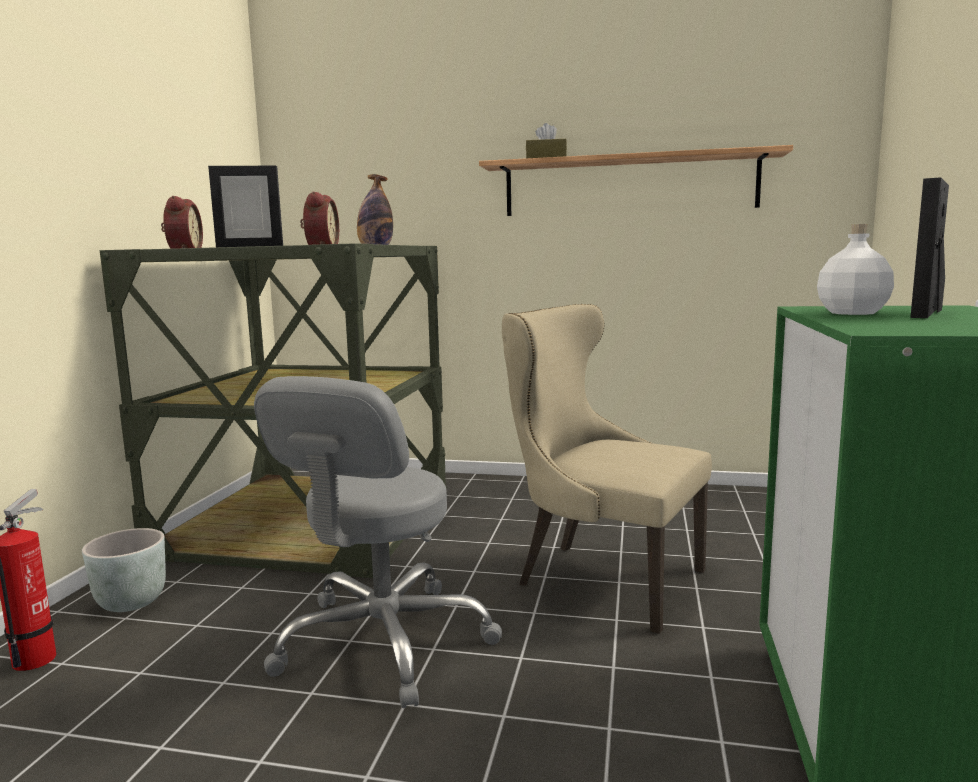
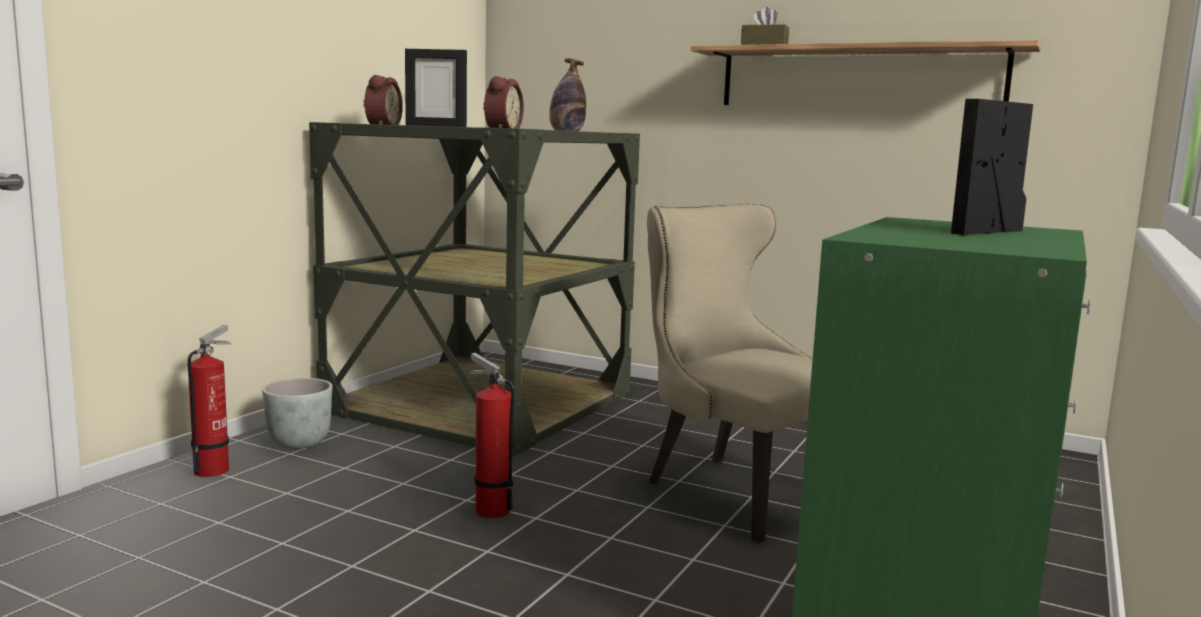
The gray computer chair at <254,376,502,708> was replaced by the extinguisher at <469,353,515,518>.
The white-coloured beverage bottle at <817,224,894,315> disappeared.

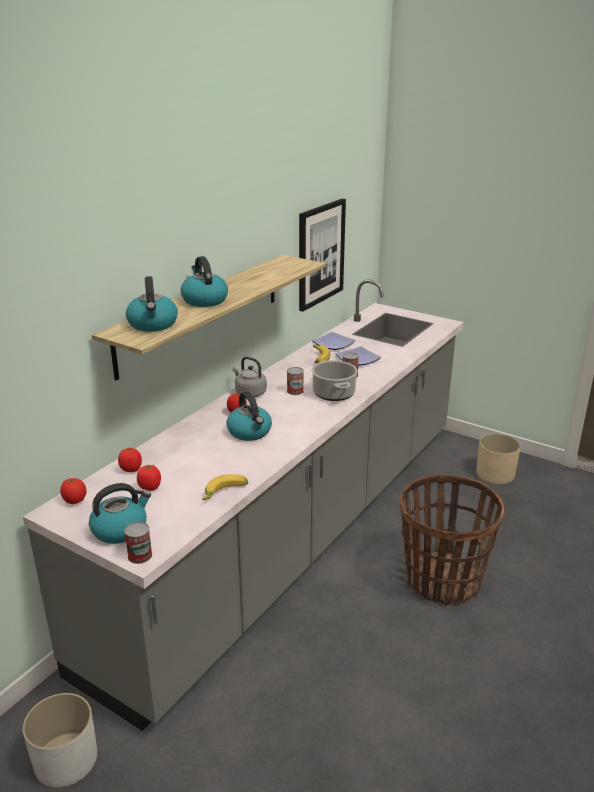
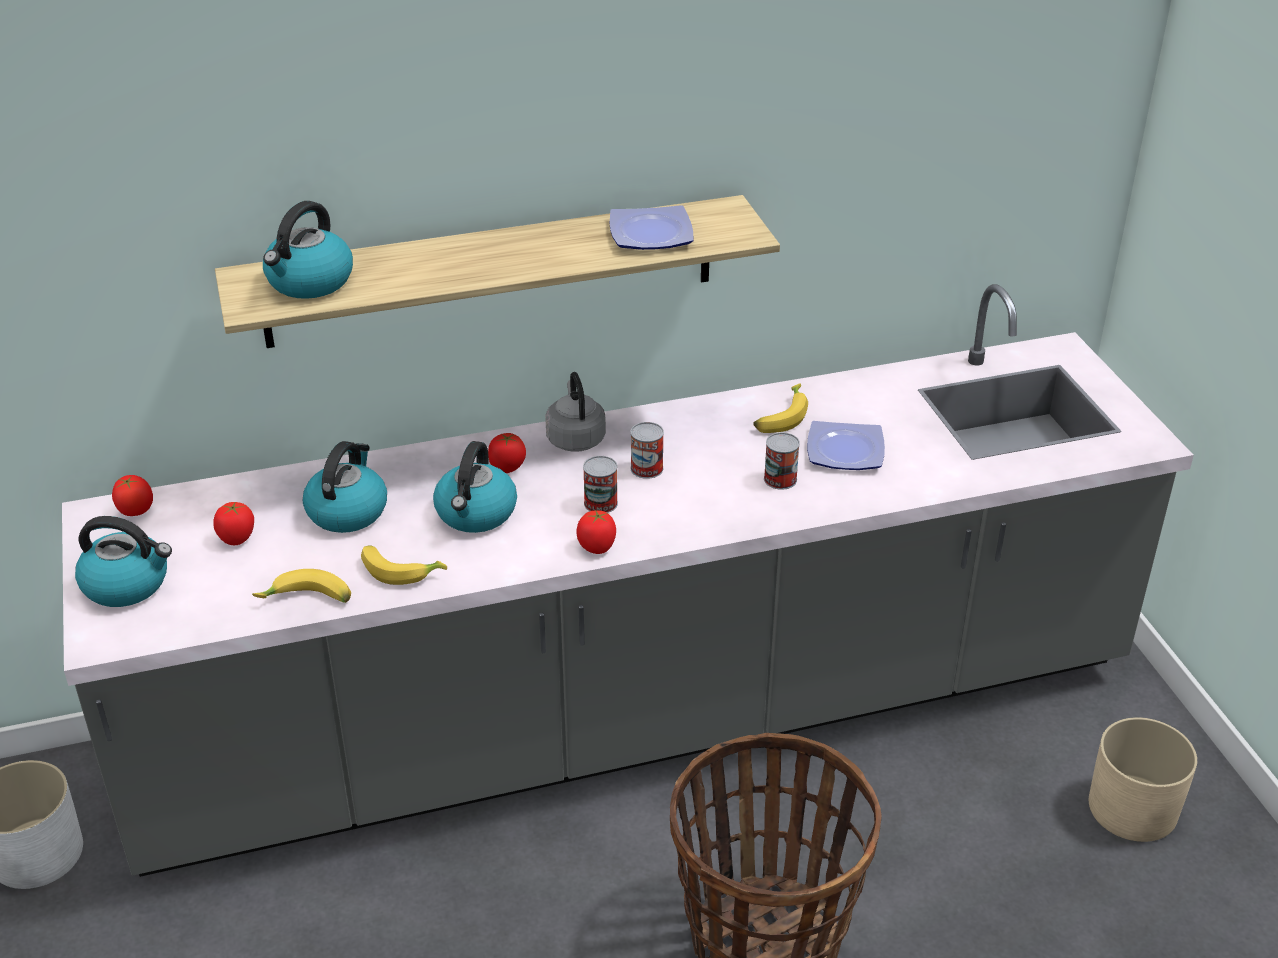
The fresh tomato moved from <118,447,142,472> to <576,510,616,554>.
The can moved from <124,522,152,564> to <583,456,618,513>.
The tea kettle moved from <181,256,228,307> to <303,441,387,533>.
The wall art at <299,199,346,312> disappeared.
The plate moved from <312,332,356,350> to <610,205,693,250>.
The cooking pot at <312,360,358,401> disappeared.
The whole banana at <361,545,447,585> appeared.

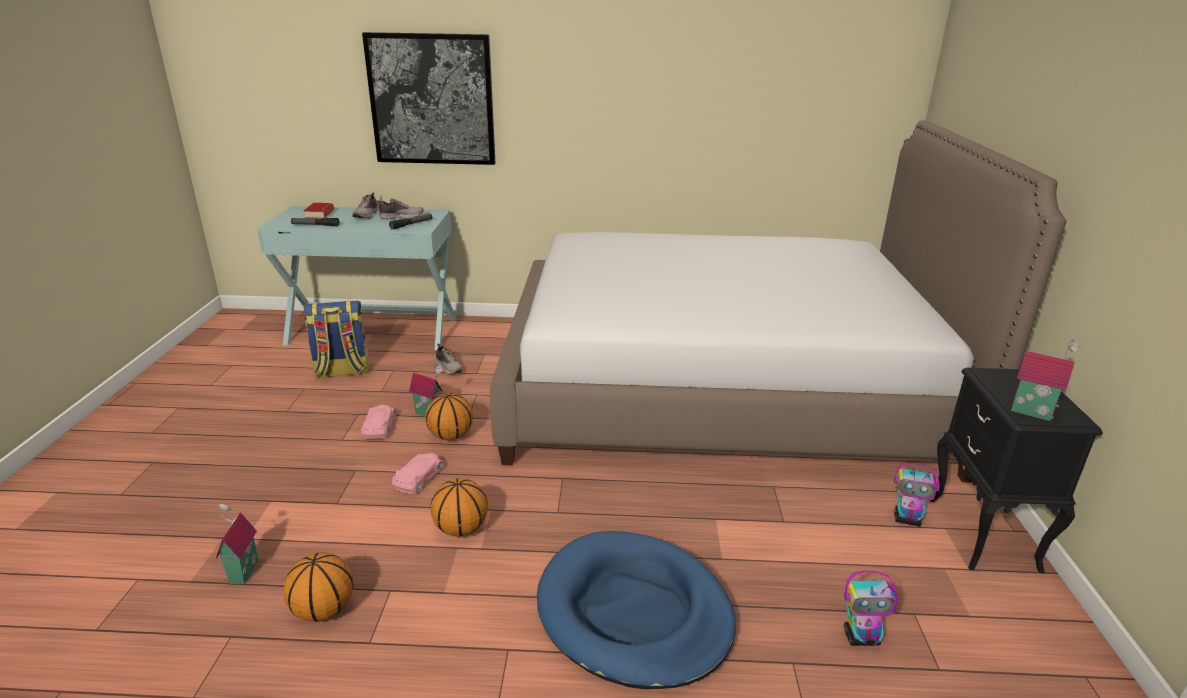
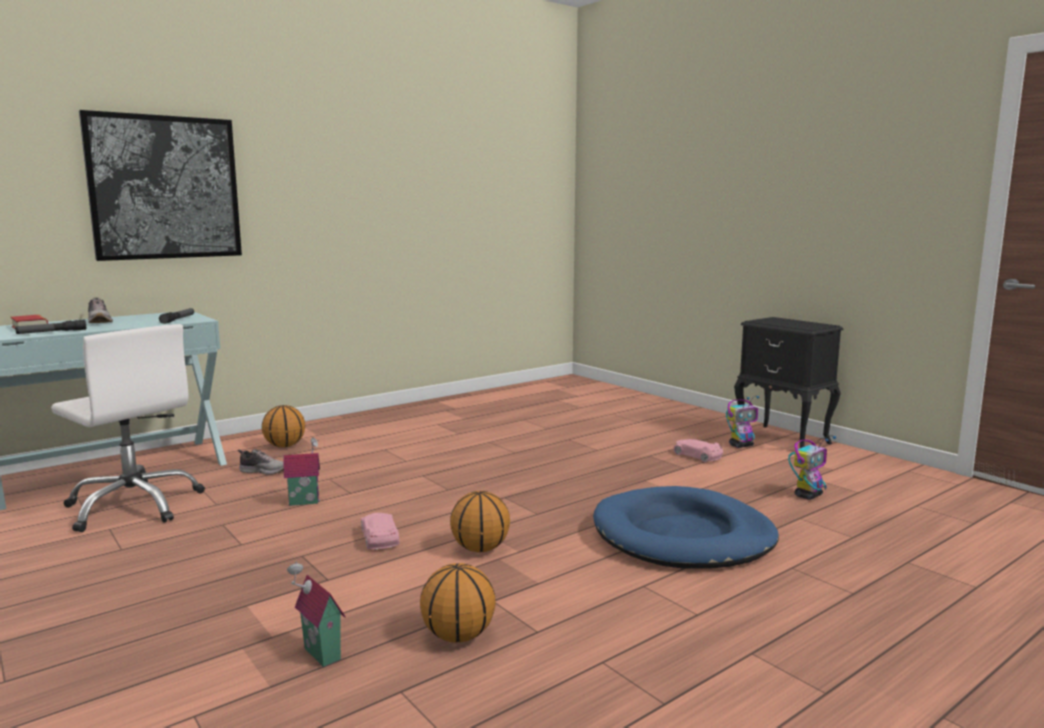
The knapsack at <304,300,369,378> was replaced by the white-coloured computer chair at <51,324,205,532>.
The pink-coloured miniature car moved from <361,405,395,439> to <673,439,723,463>.
The low shoe at <376,199,424,219> disappeared.
The ball for basketball moved from <425,393,473,440> to <262,405,305,447>.
The bed at <490,120,1067,483> disappeared.
The toy house at <1011,339,1081,421> disappeared.

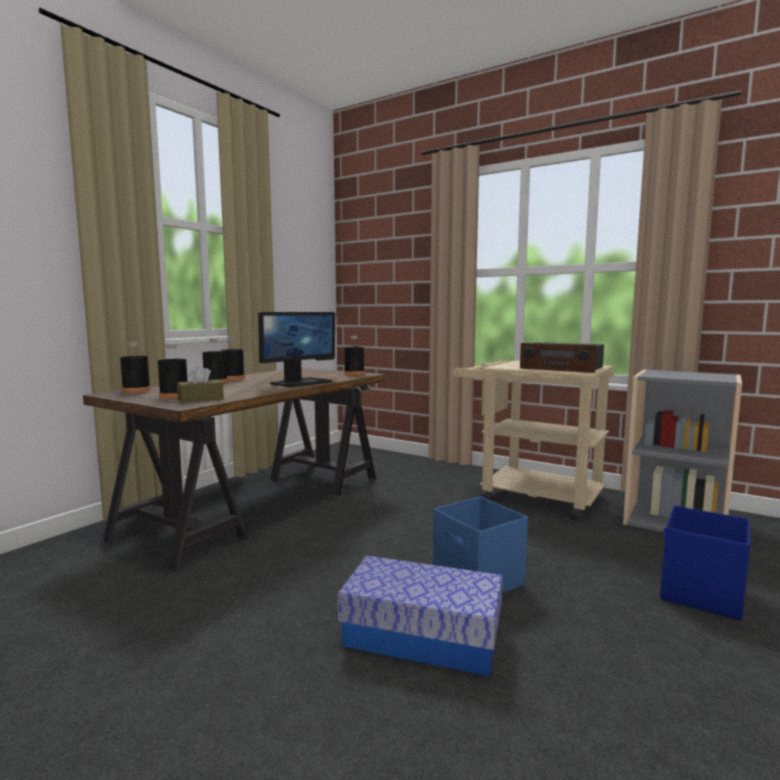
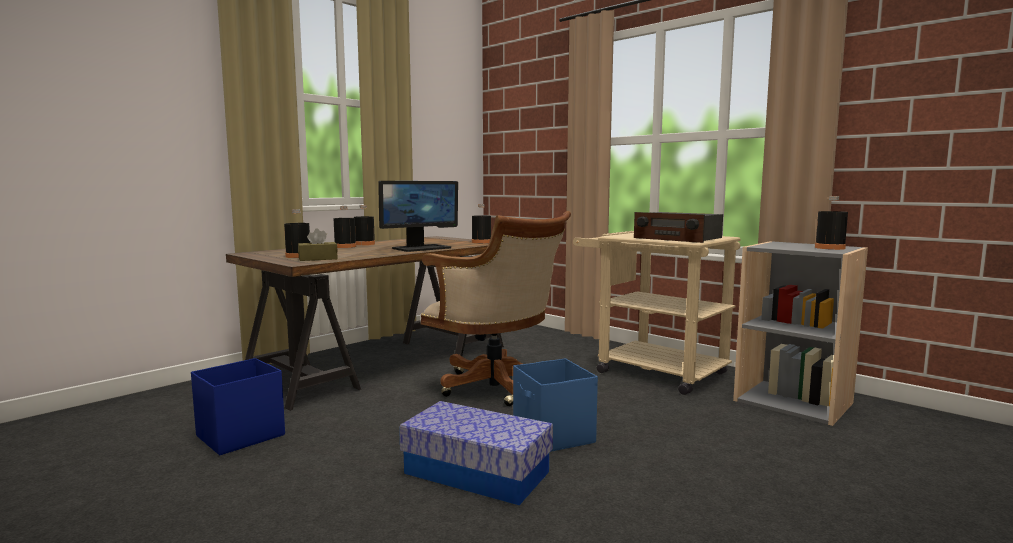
The black-coloured beverage bottle moved from <120,342,151,393> to <815,196,848,250>.
The blue-coloured storage box moved from <660,505,750,620> to <191,358,285,455>.
The computer chair at <421,211,571,406> appeared.

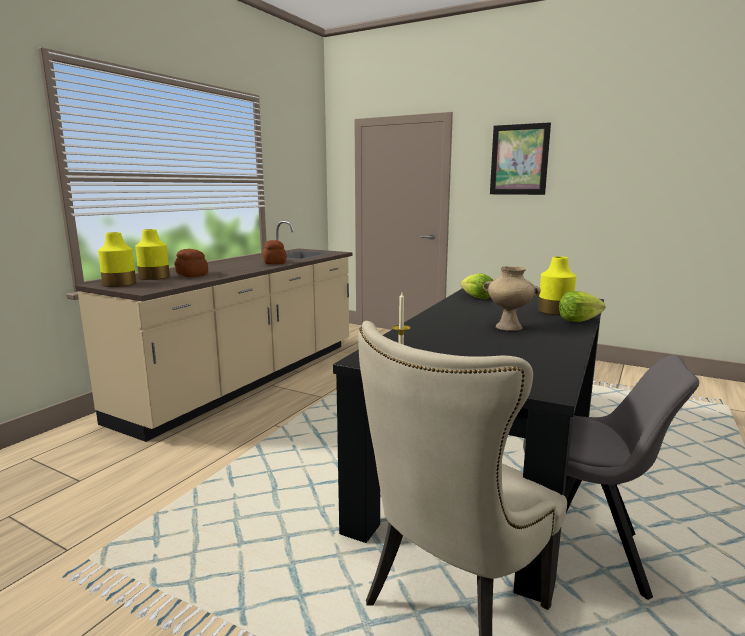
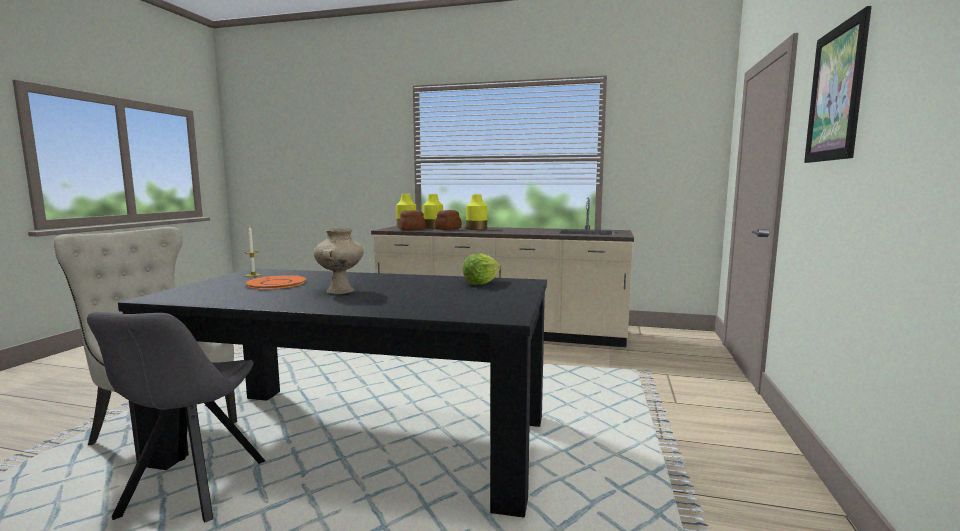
The bread moved from <263,240,286,264> to <399,210,426,230>.
The yellow-coloured vase moved from <538,256,576,315> to <466,194,487,230>.
The lettuce head at <559,291,605,322> disappeared.
The orange plate at <244,275,307,289> appeared.

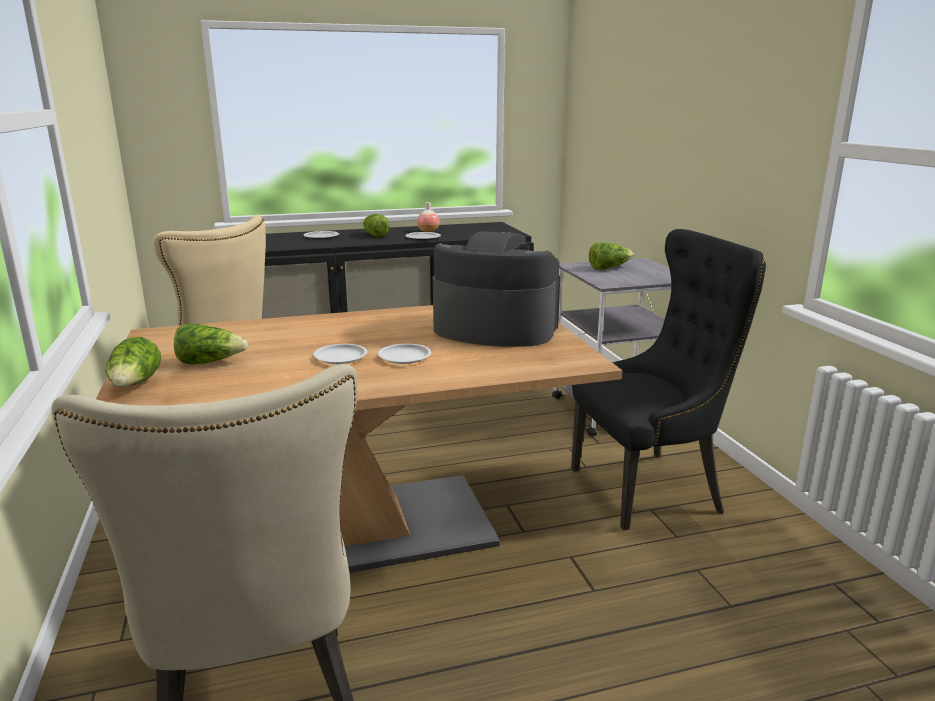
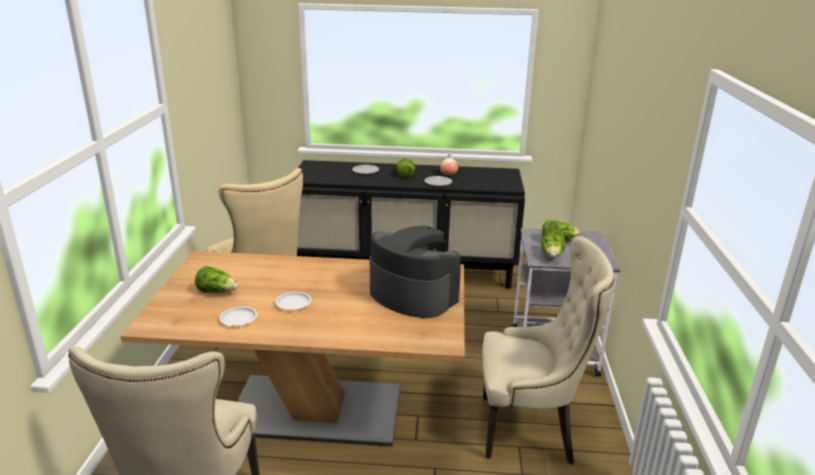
The lettuce head moved from <106,337,161,387> to <541,230,566,257>.
The white-coloured plate moved from <378,344,431,364> to <219,306,257,327>.
The black-coloured upright chair at <571,229,766,530> became the beige upright chair at <482,236,614,465>.

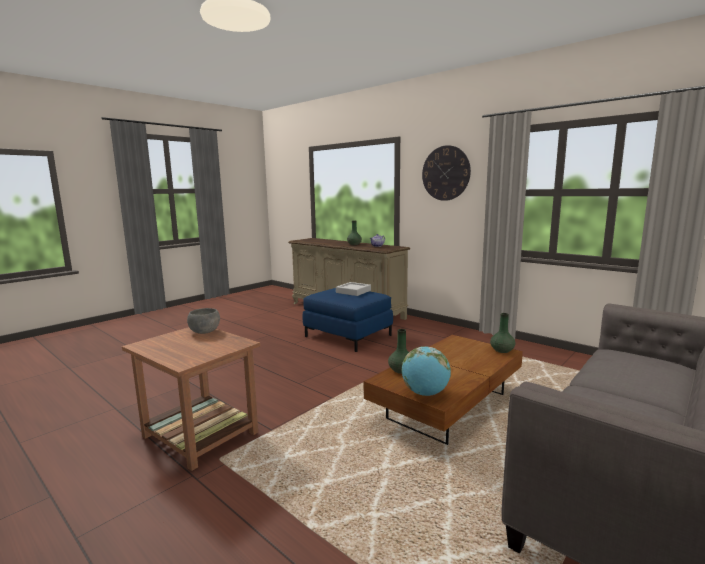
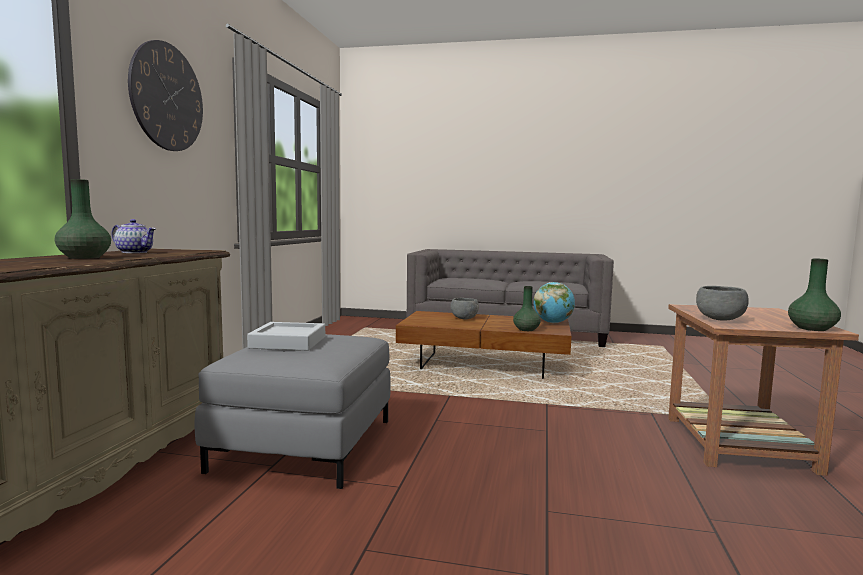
The blue-coloured ottoman at <303,288,393,352> became the gray ottoman at <195,334,391,489>.
The green-coloured vase moved from <490,313,516,353> to <788,258,841,331>.
The gray serving bowl at <450,298,479,319> appeared.

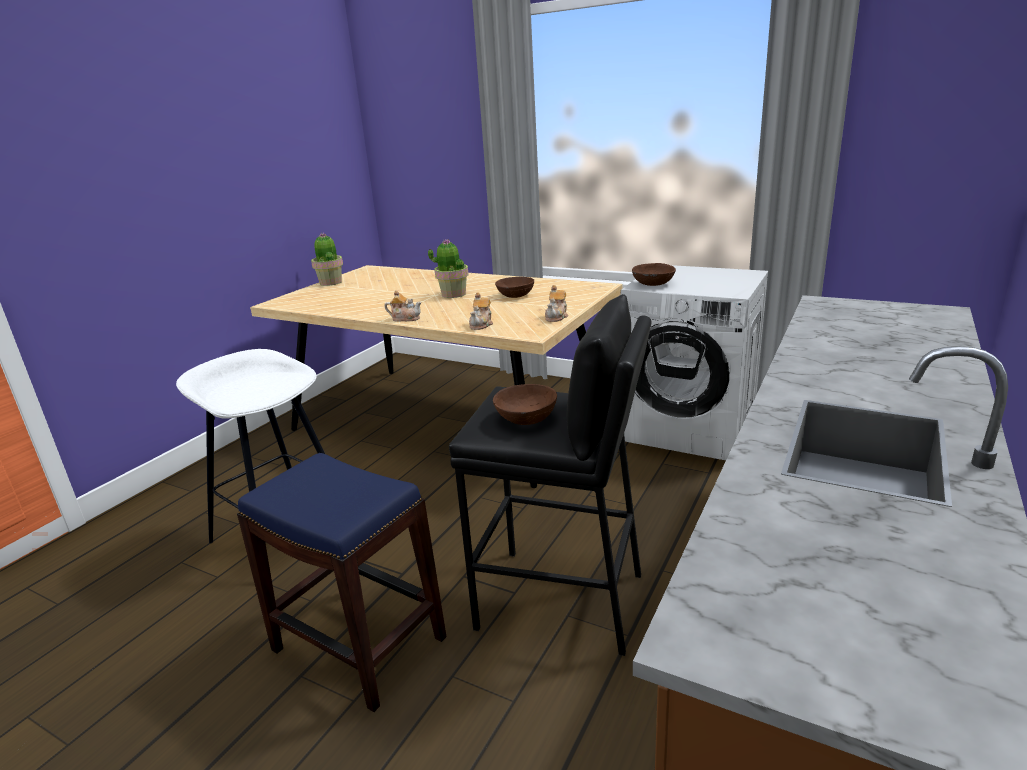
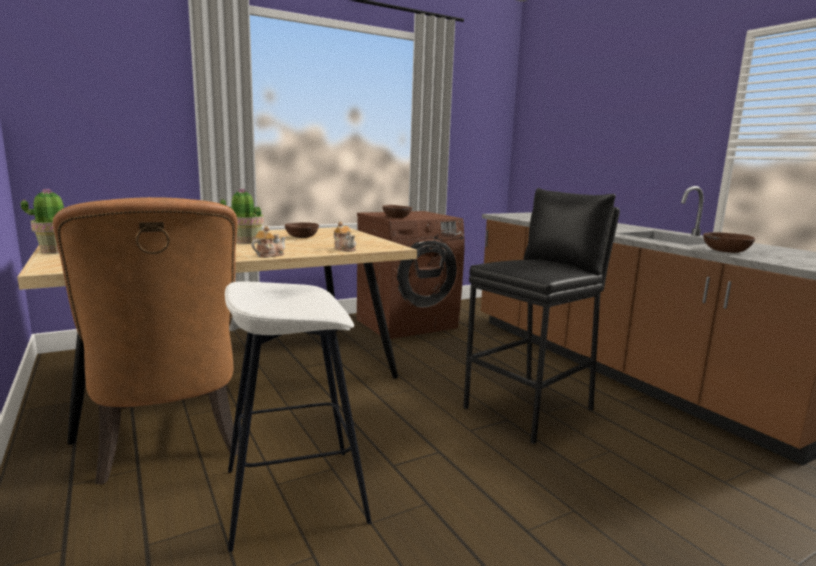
The stool at <237,453,446,712> disappeared.
The brownish serving bowl moved from <493,384,557,425> to <703,232,755,253>.
The teapot at <545,285,568,322> disappeared.
The white-coloured laundry machine at <620,265,768,460> became the brownish laundry machine at <357,211,465,339>.
The brownish upright chair at <53,197,239,484> appeared.

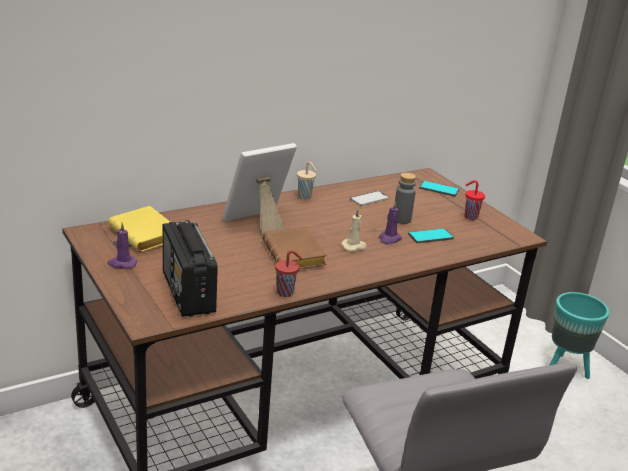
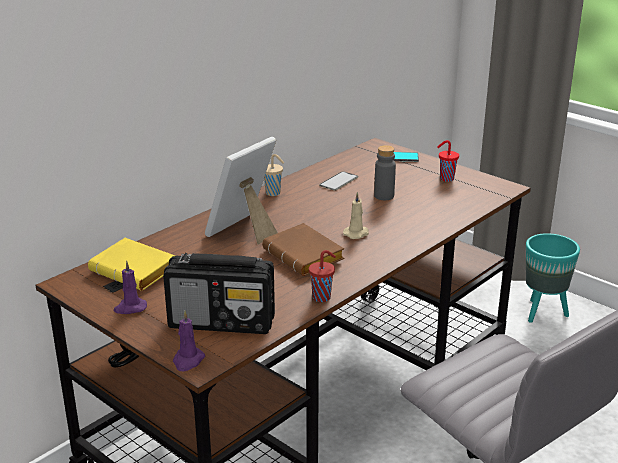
The radio at <163,220,218,317> turned 45 degrees counterclockwise.
The purple wax candle moved from <379,201,402,244> to <173,311,205,371>.
The phone at <408,228,454,243> disappeared.

